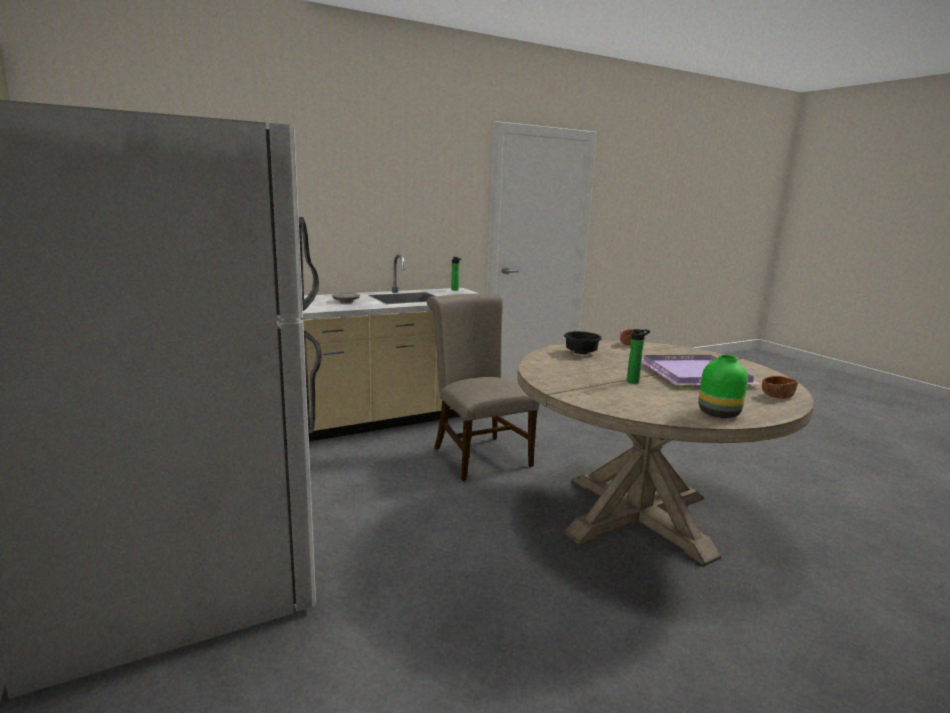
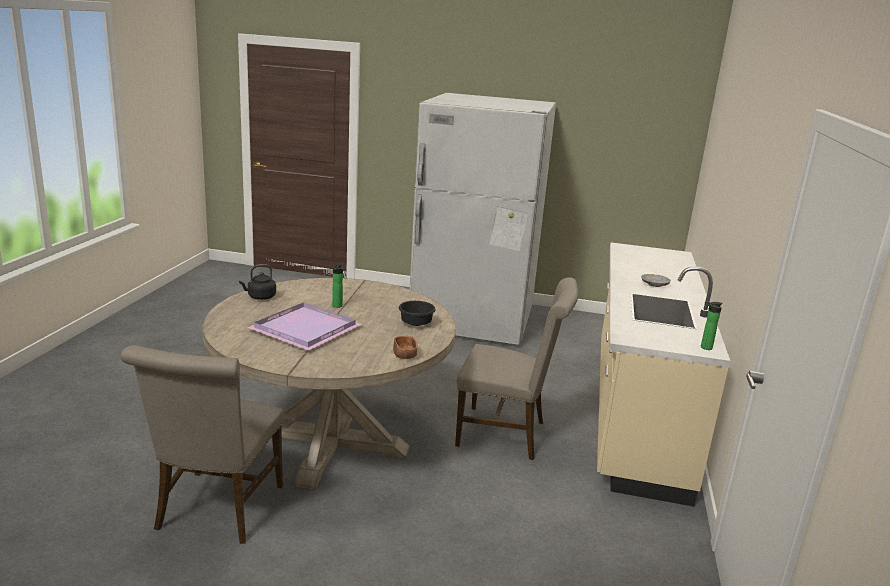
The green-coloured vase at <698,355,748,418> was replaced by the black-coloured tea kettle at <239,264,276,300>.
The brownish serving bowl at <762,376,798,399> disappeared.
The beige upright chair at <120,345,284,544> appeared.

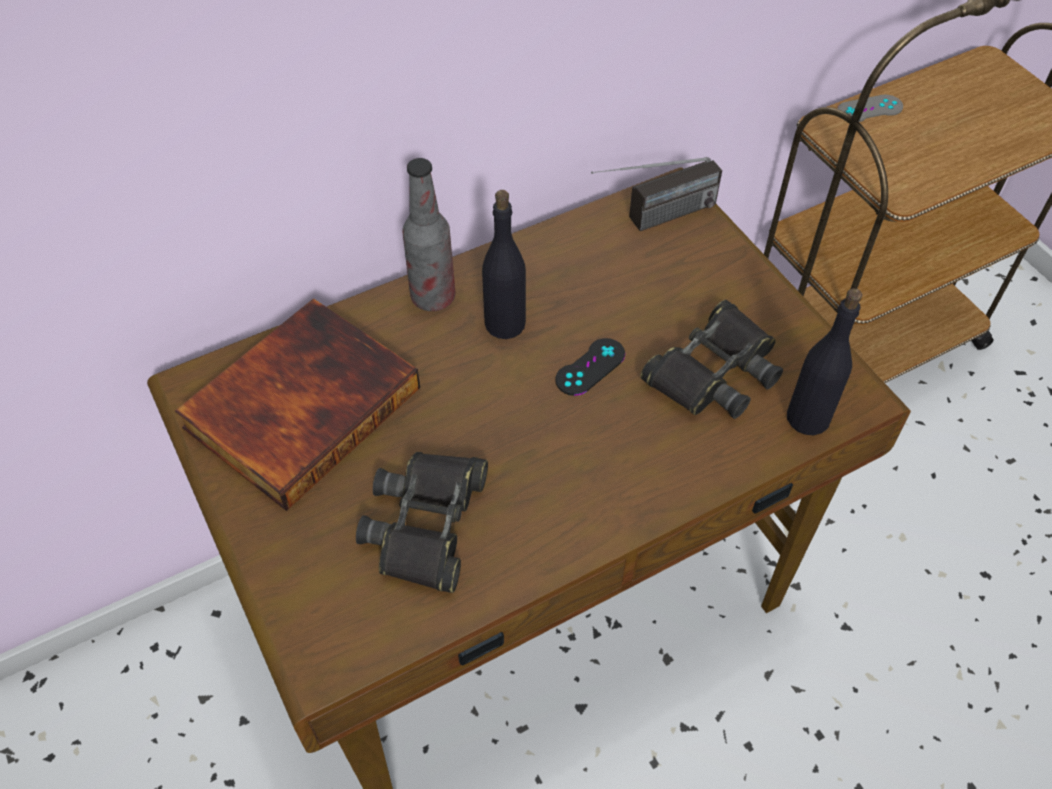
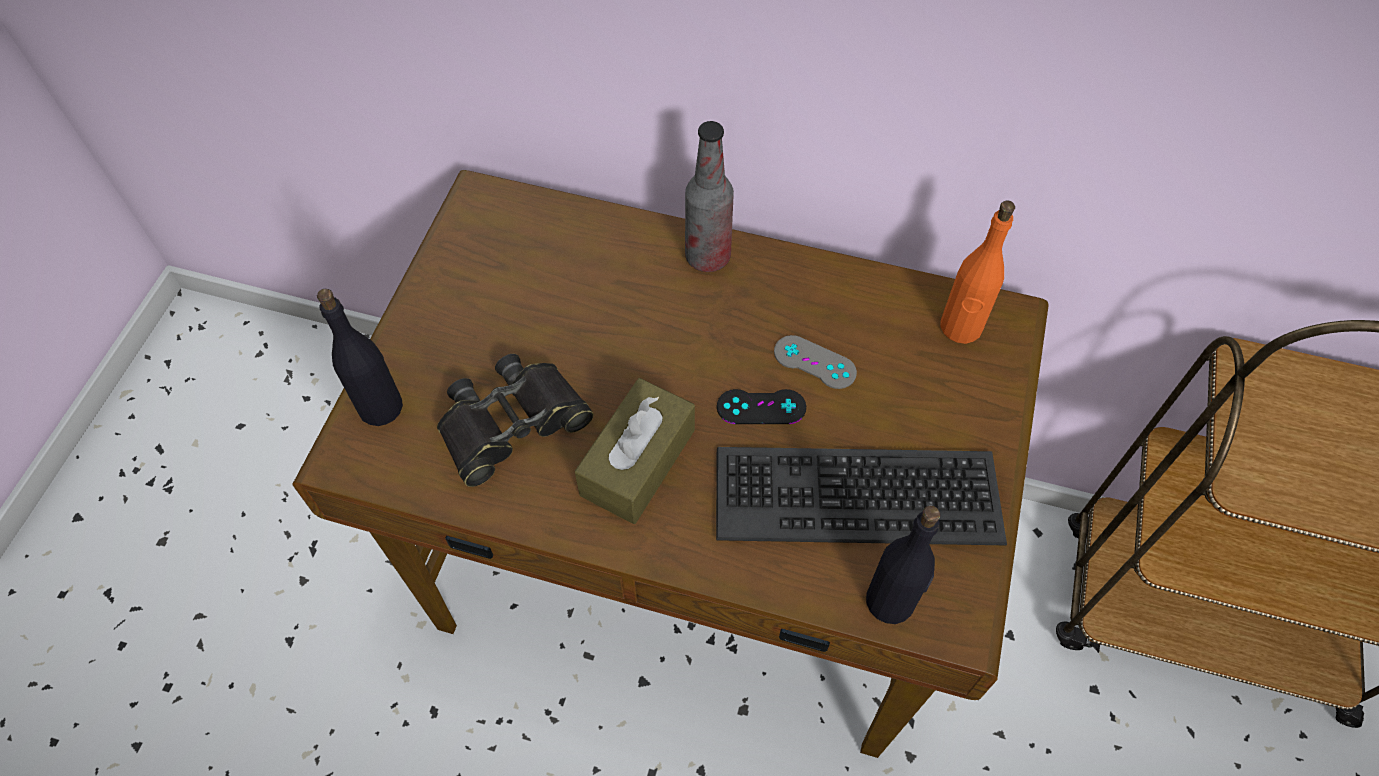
The volume at <175,298,420,511> disappeared.
The black-coloured beverage bottle moved from <482,190,526,339> to <317,289,403,426>.
The radio at <591,157,722,231> was replaced by the orange beverage bottle at <940,200,1015,344>.
The black-coloured binoculars at <640,300,783,419> was replaced by the keyboard at <716,447,1007,545>.
The gray game controller moved from <837,94,903,122> to <774,335,857,389>.
The brownish tissue box at <575,378,695,524> appeared.

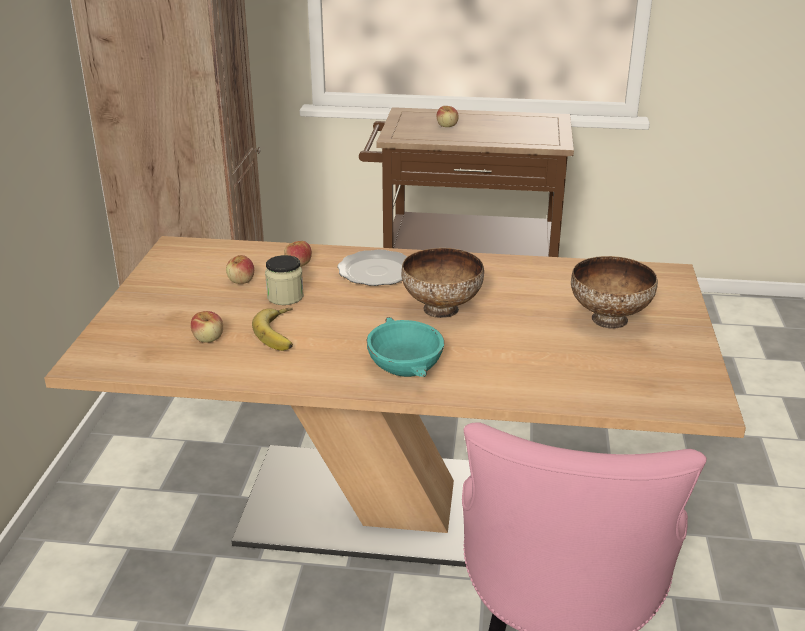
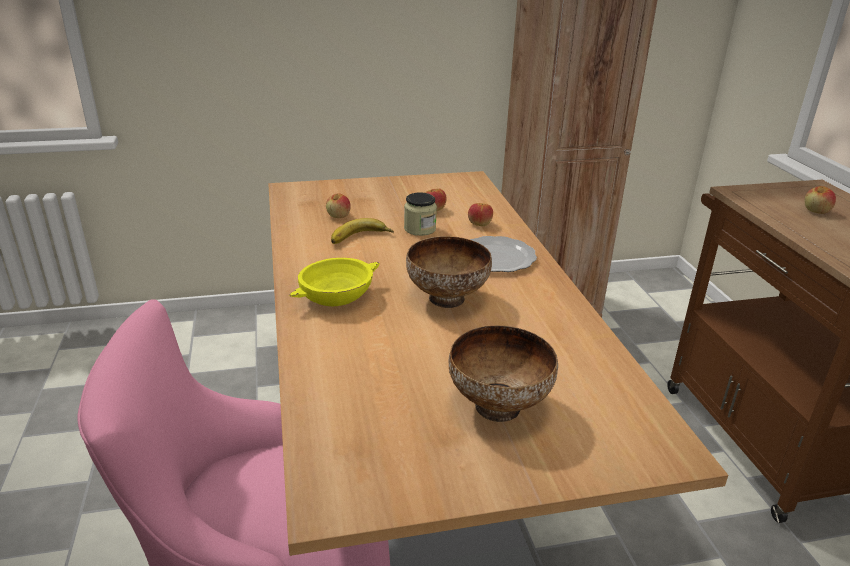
The turquoise-coloured serving bowl at <367,317,444,377> became the yellow-coloured serving bowl at <289,258,380,306>.

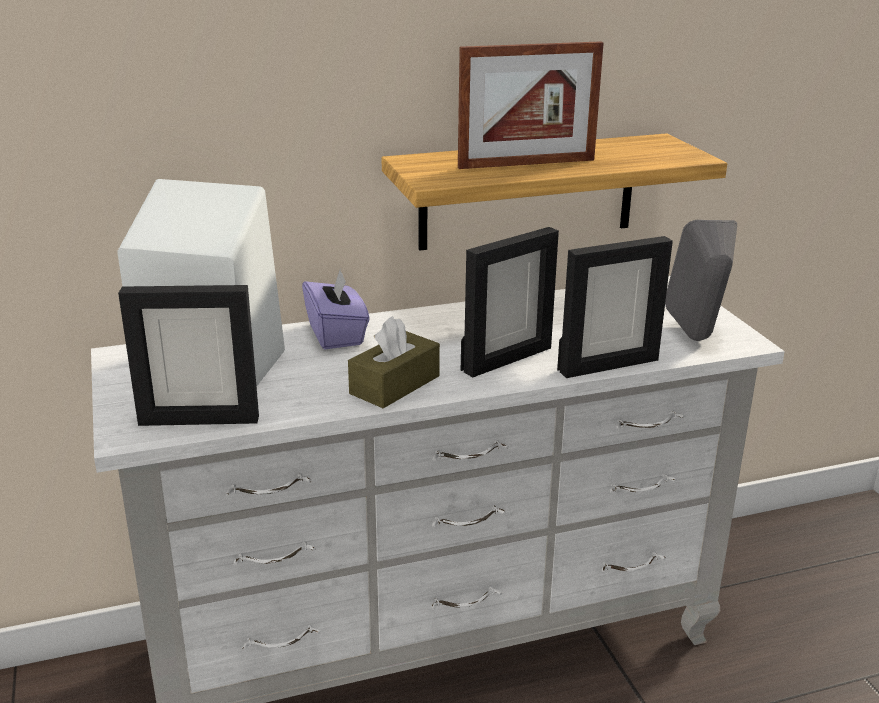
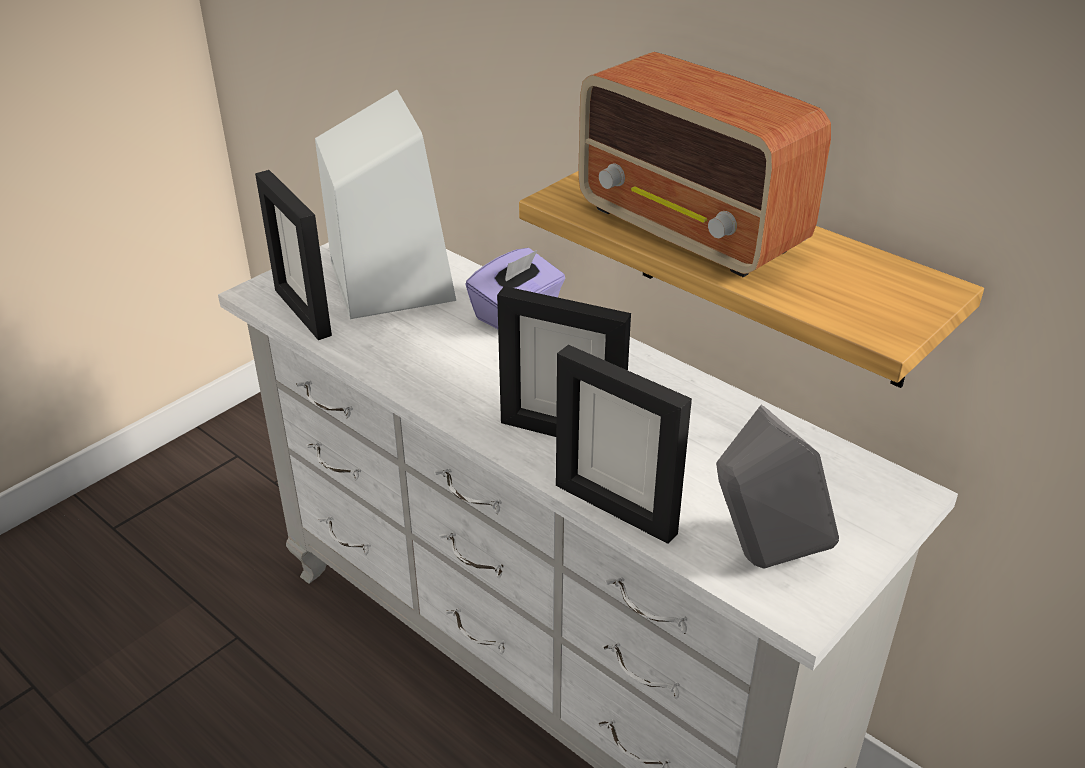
The brownish tissue box at <348,316,440,408> disappeared.
The picture frame at <458,41,604,169> was replaced by the radio at <578,52,831,277>.

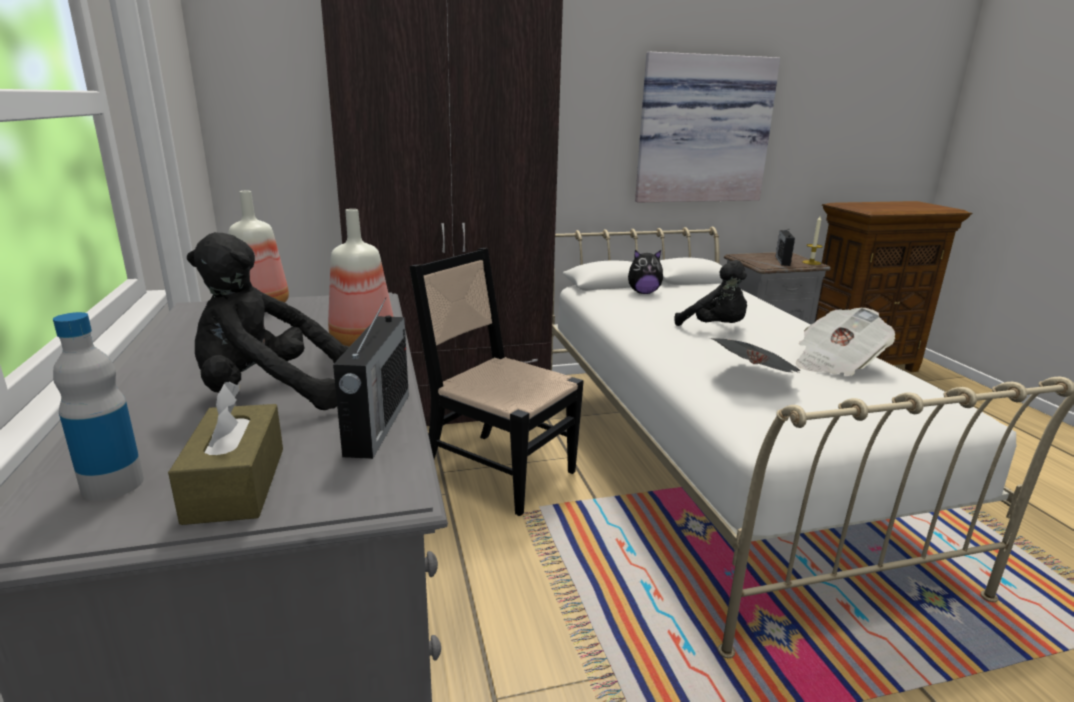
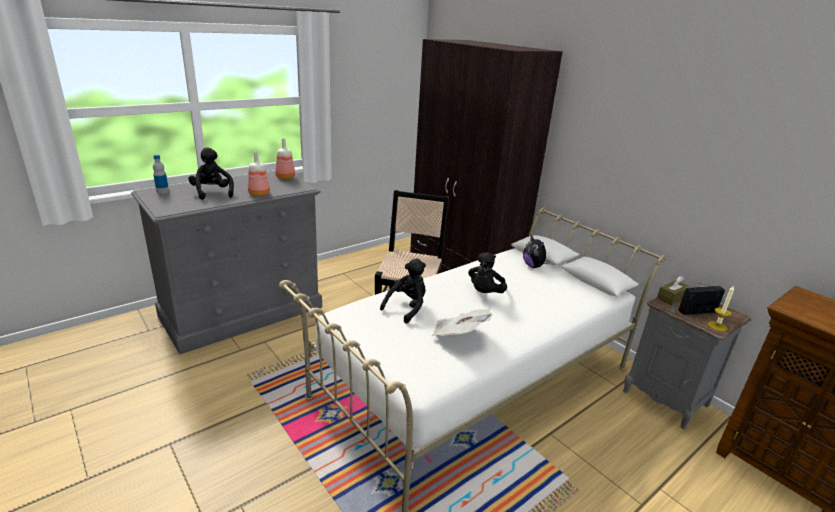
The brownish tissue box moved from <168,382,283,525> to <657,276,691,305>.
The radio at <333,297,409,459> disappeared.
The wall art at <635,52,780,202> disappeared.
The daily paper at <710,338,800,373> was replaced by the black-coloured plush toy at <380,258,426,323>.

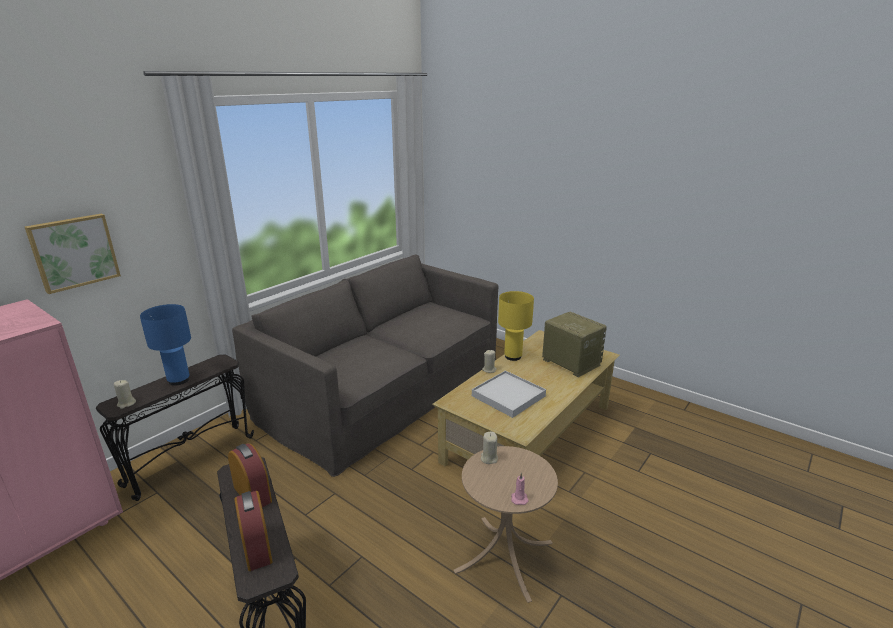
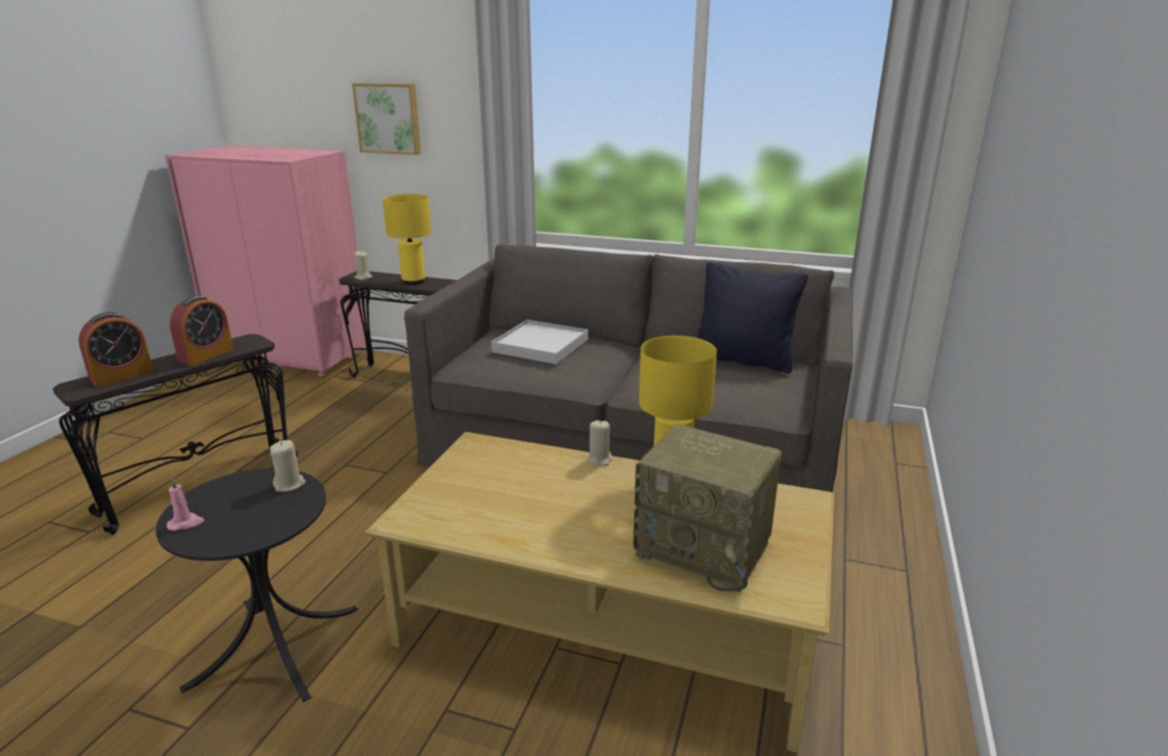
The blue-coloured tabletop lamp at <140,304,191,386> became the yellow-coloured tabletop lamp at <383,194,431,285>.
The beige accent table at <454,446,558,603> became the black-coloured accent table at <156,468,358,702>.
The white-coloured carrying tray moved from <472,370,546,418> to <491,320,588,364>.
The radio at <542,312,607,377> turned 90 degrees clockwise.
The black-coloured throw pillow at <697,262,808,374> appeared.

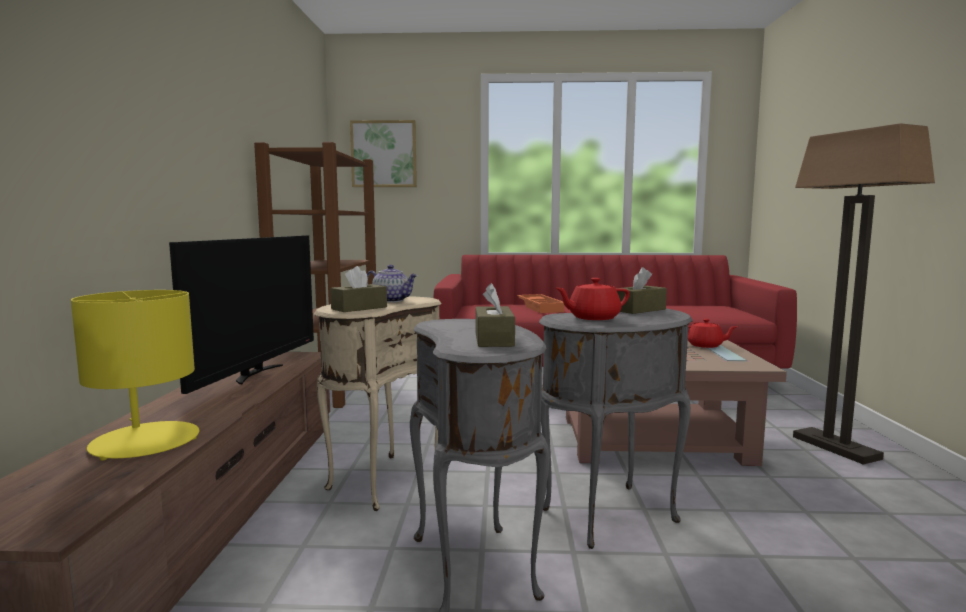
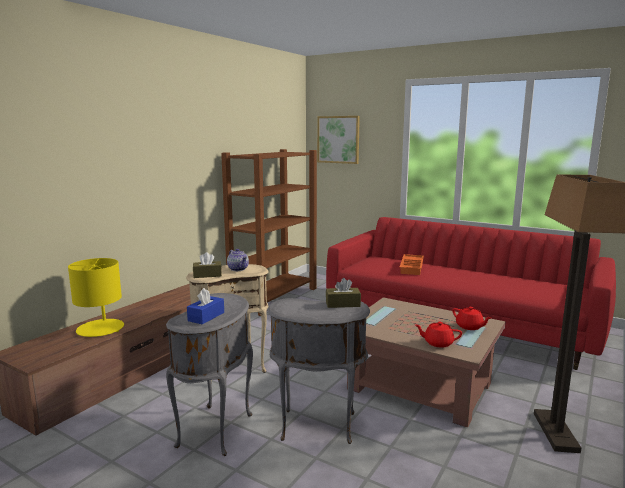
The TV at <169,235,314,394> disappeared.
The brownish tissue box at <475,283,515,347> became the blue-coloured tissue box at <187,288,224,324>.
The red teapot moved from <555,278,630,320> to <415,322,462,348>.

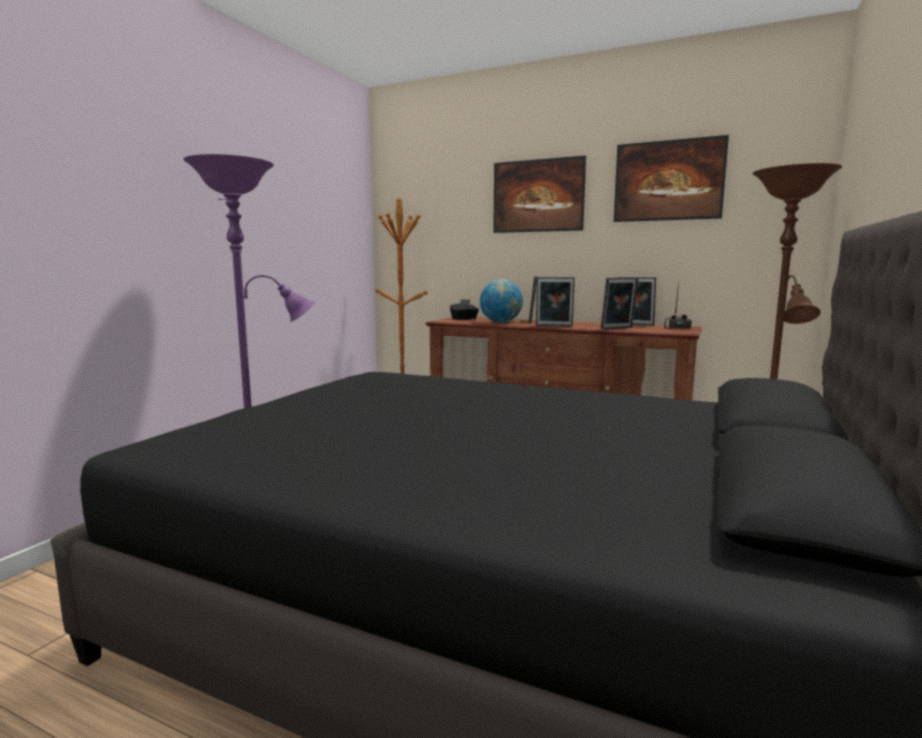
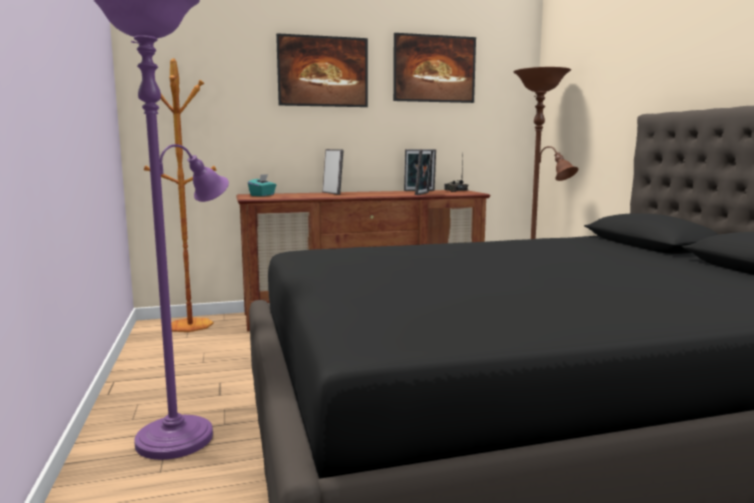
The black-coloured tissue box at <450,299,479,320> became the turquoise-coloured tissue box at <248,174,276,196>.
The world globe at <480,279,523,323> disappeared.
The picture frame at <536,277,575,327> disappeared.

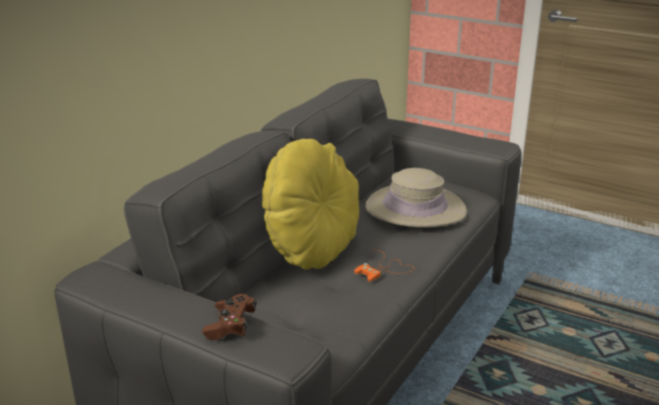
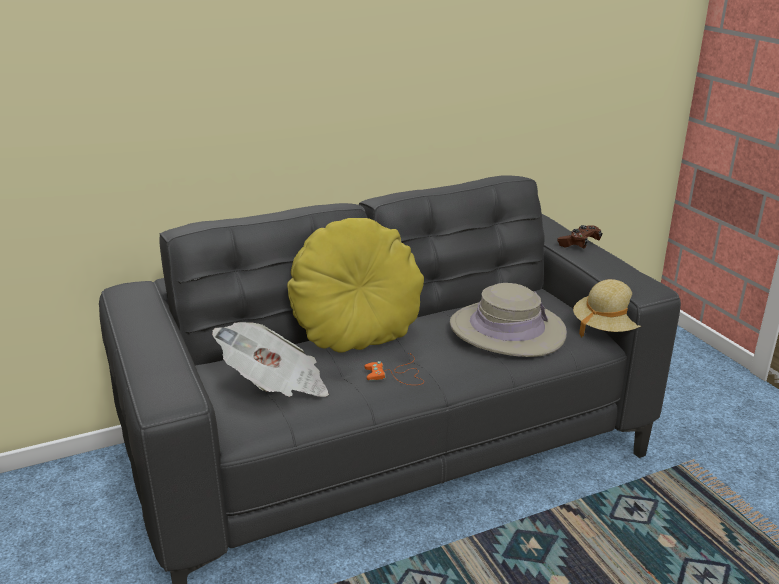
The brownish game controller moved from <202,294,256,340> to <557,225,602,248>.
The daily paper at <212,322,329,397> appeared.
The beige wearable hat at <573,279,641,337> appeared.

